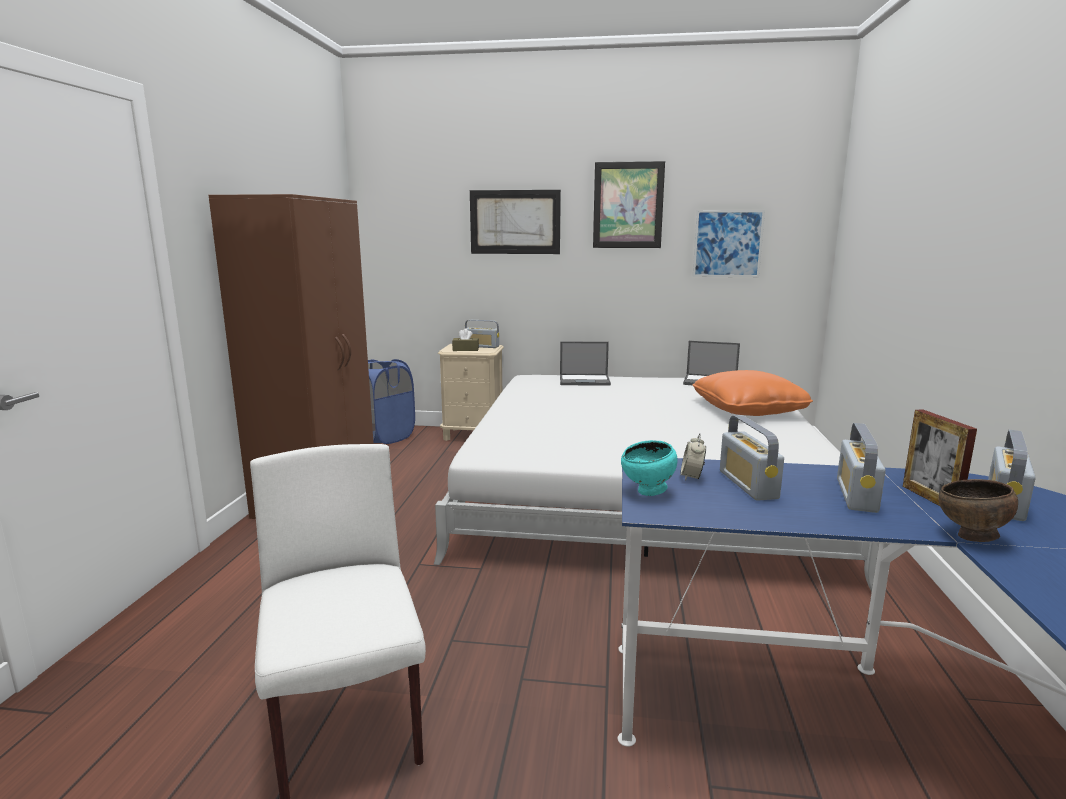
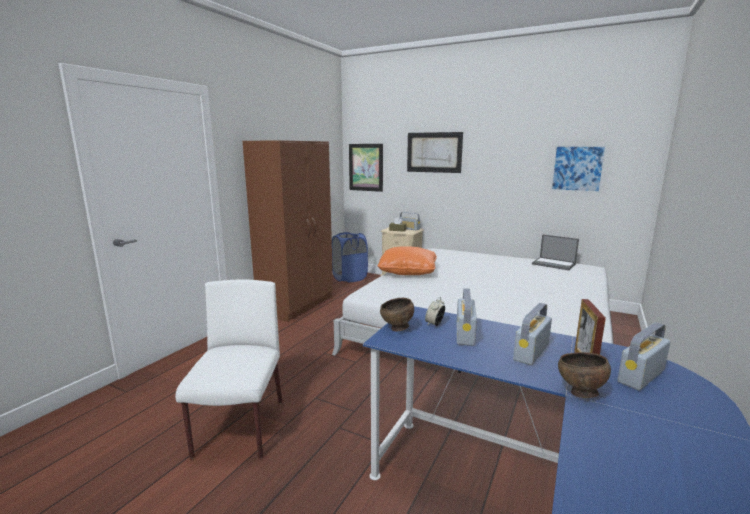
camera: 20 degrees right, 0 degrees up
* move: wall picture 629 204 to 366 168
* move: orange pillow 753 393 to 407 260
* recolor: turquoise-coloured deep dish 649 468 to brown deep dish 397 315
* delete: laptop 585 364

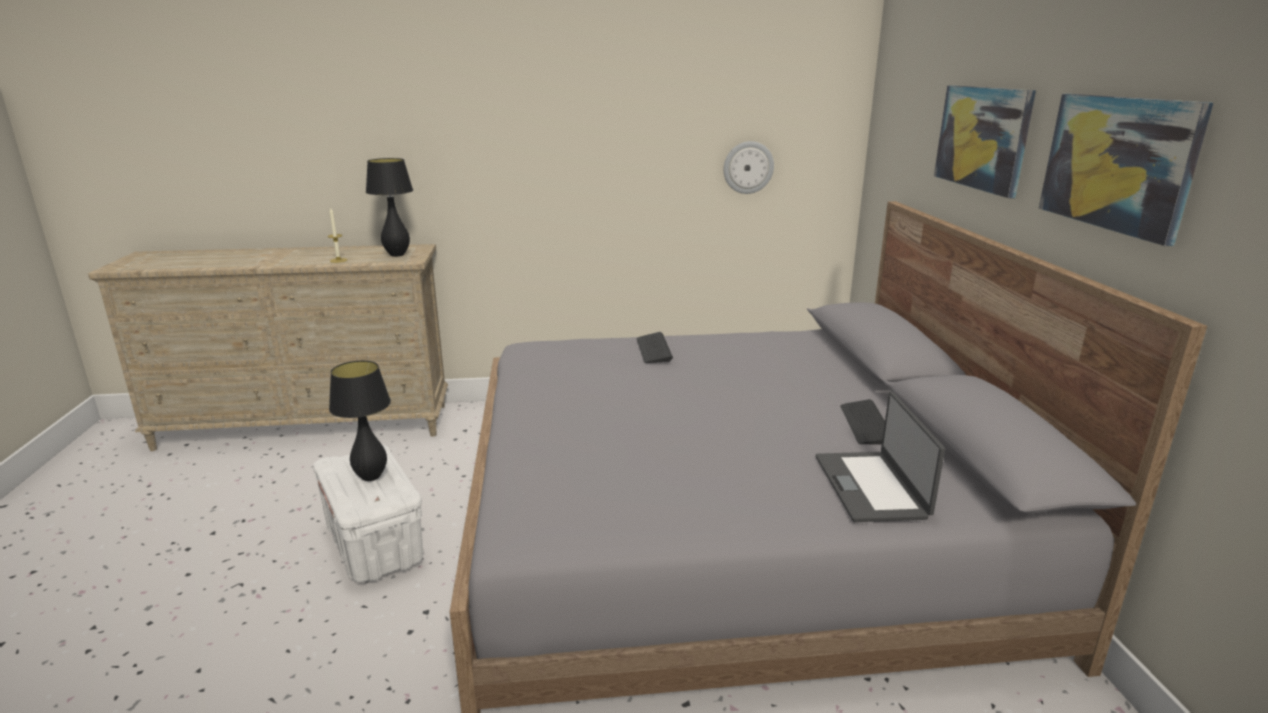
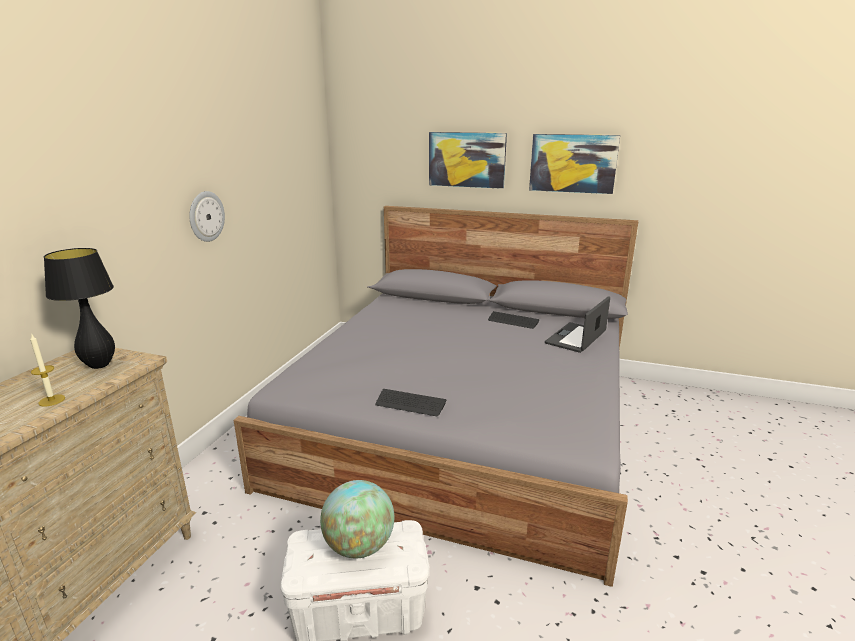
camera: 65 degrees left, 0 degrees up
* move: hanging clock 748 167 to 207 216
* replace: blackish tabletop lamp 360 421 to desk globe 357 519
* move: computer keyboard 655 347 to 411 402
* rotate: laptop 880 457 = 577 324 105 degrees clockwise

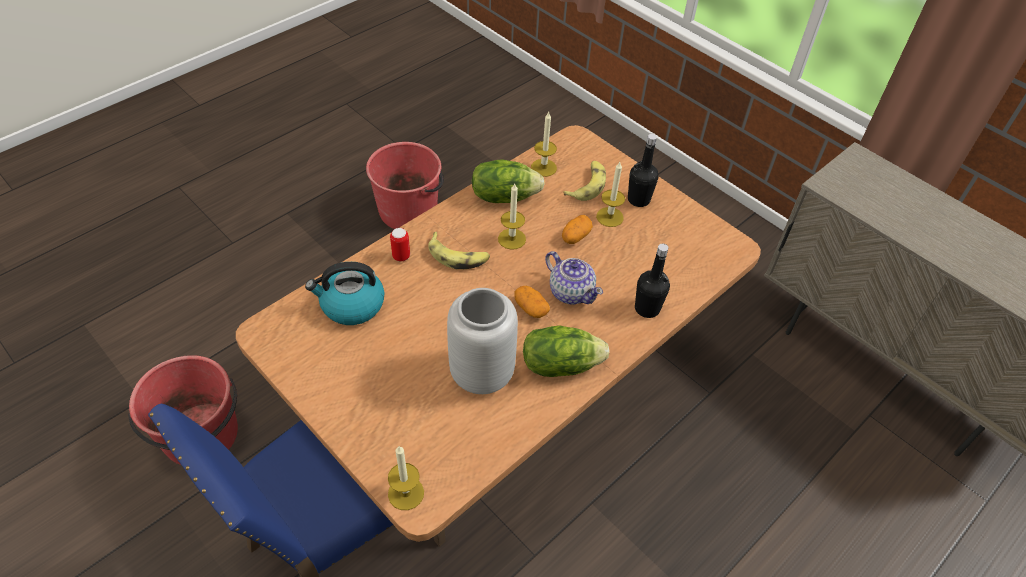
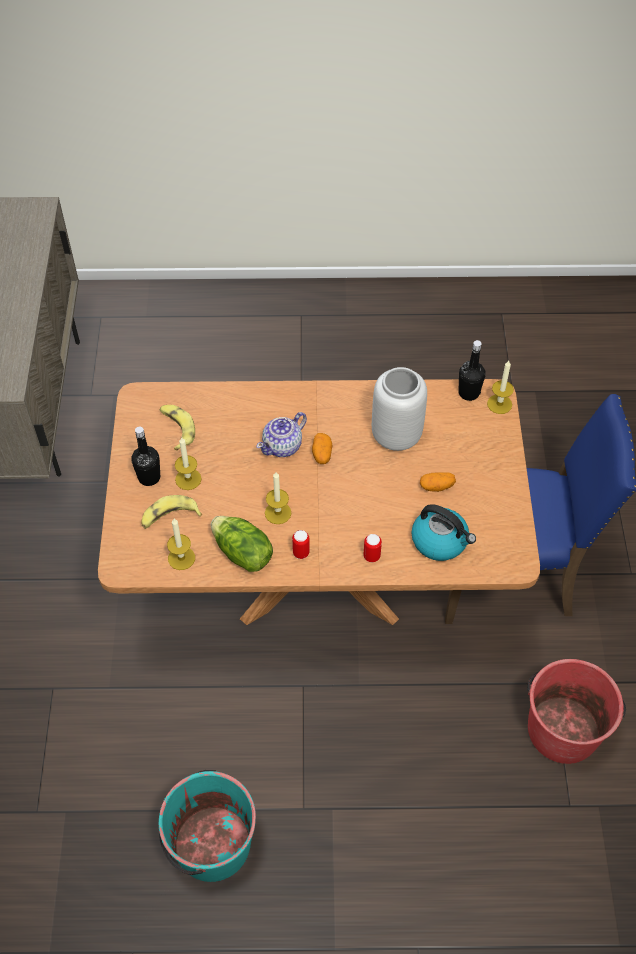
camera: 135 degrees left, 5 degrees up
* recolor: red-coloured pail 405 185 to turquoise-coloured pail 207 826
* move: banana 459 250 to 177 428
* rotate: pot for tea 574 278 = 282 434 135 degrees counterclockwise
* insert: metal can 301 544
* move: potato 577 229 to 438 482
* move: blackish bottle 652 281 to 472 370
* delete: lettuce 566 351

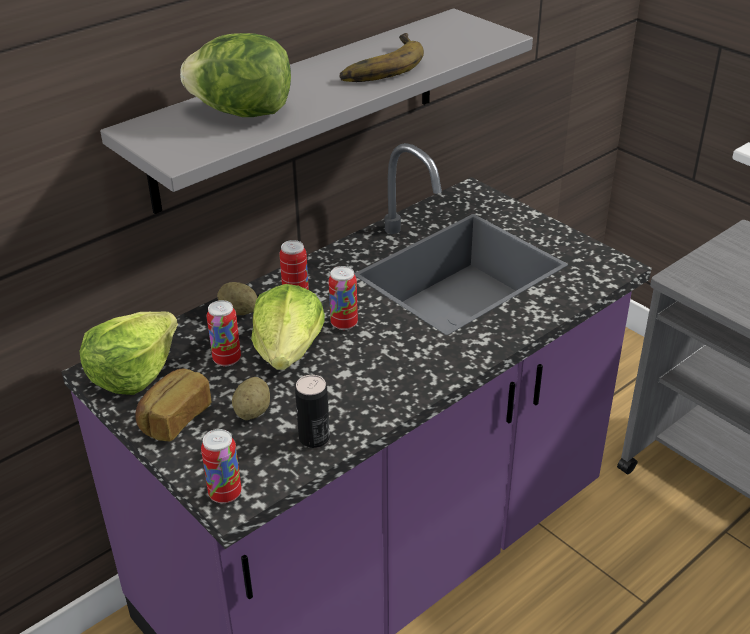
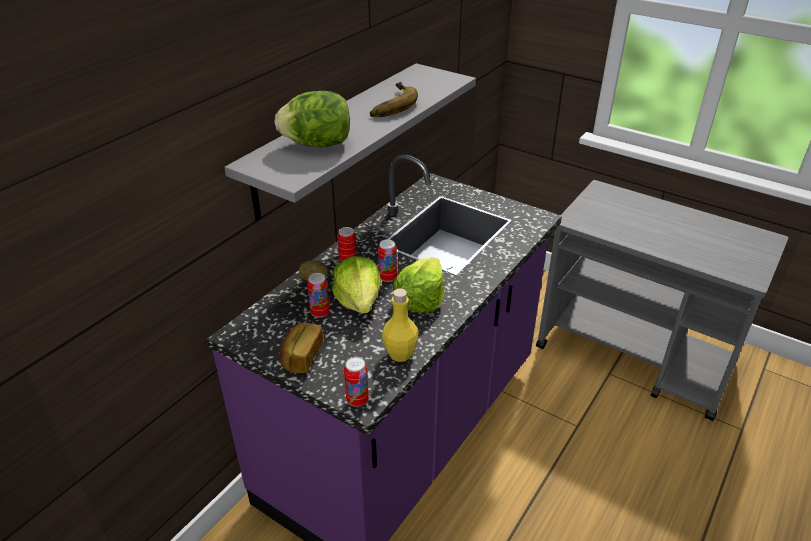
camera: 15 degrees left, 0 degrees up
* replace: metal can 312 411 to yellow bottle 400 325
* move: lettuce 129 353 to 418 285
* delete: potato 251 398

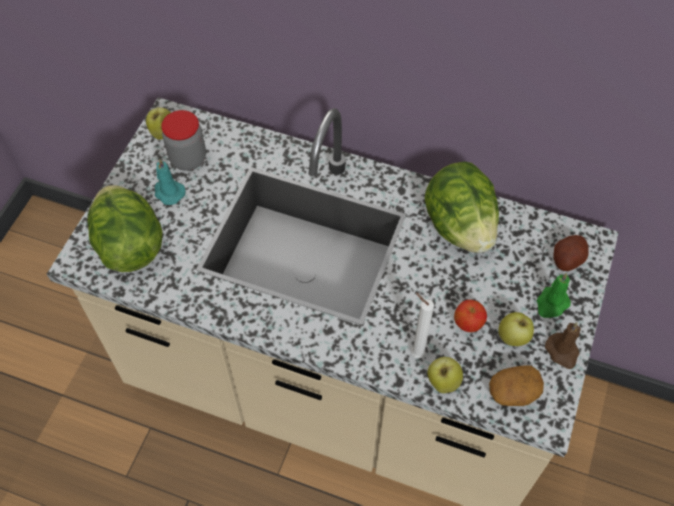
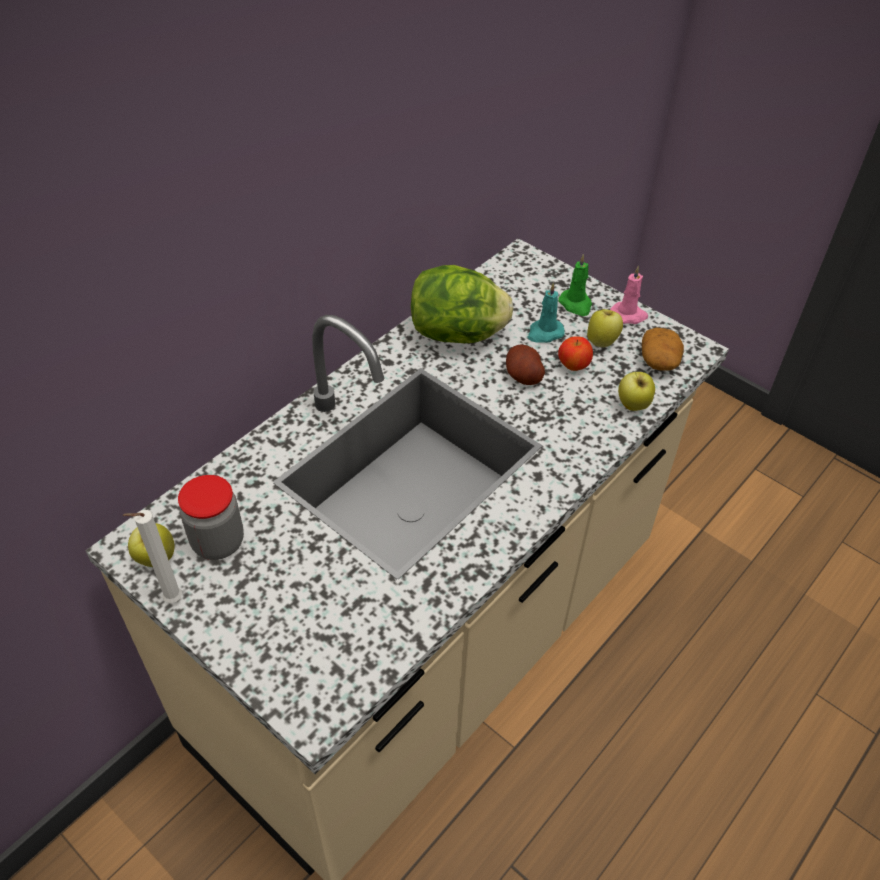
camera: 70 degrees left, 10 degrees down
* move: white-coloured candle 422 326 to 152 556
* move: potato 571 253 to 525 365
* move: turquoise-coloured candle 169 182 to 546 313
* recolor: brown candle 563 345 to pinkish candle 629 294
* delete: lettuce 125 228

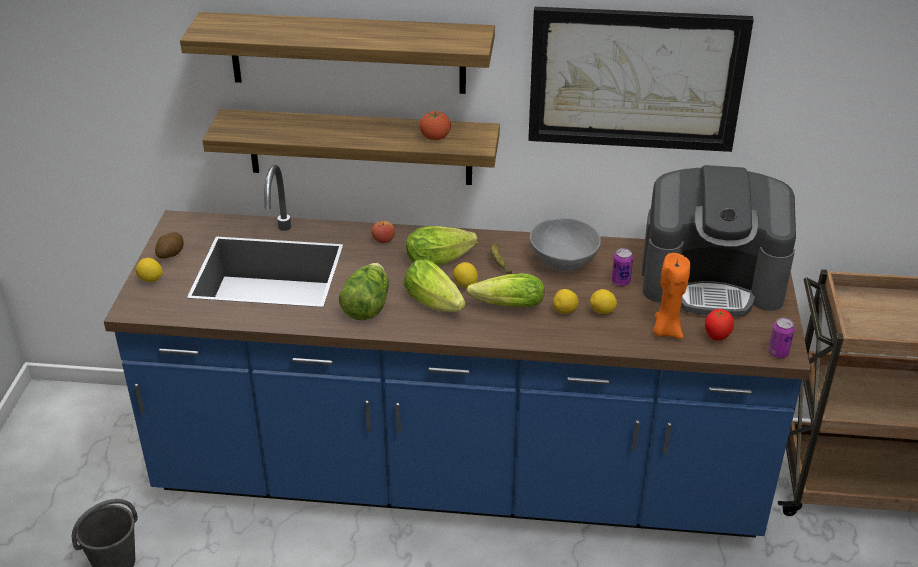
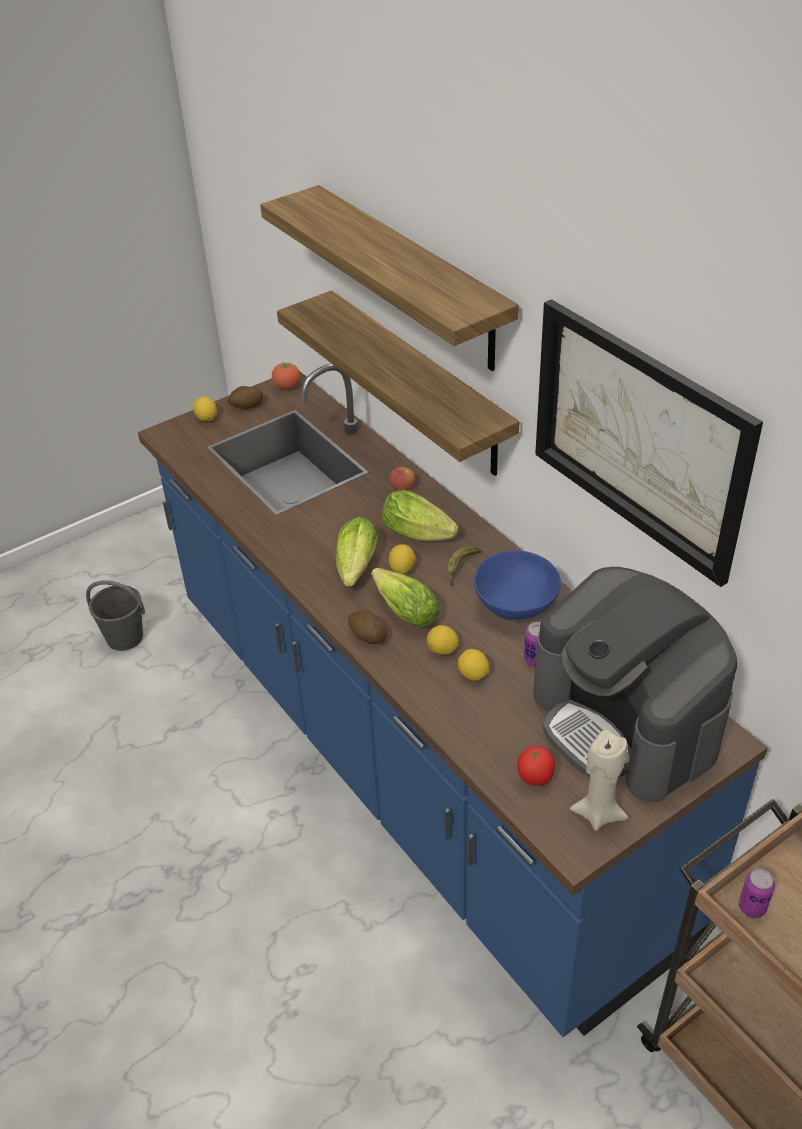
camera: 50 degrees right, 5 degrees up
* move: fresh tomato 435 125 to 286 375
* insert: potato 367 627
* recolor: gray deep dish 565 244 to bluish deep dish 517 585
* insert: beige-coloured candle 599 780
* move: metal can 781 338 to 757 893
* delete: lettuce 363 291
* delete: orange candle 671 296

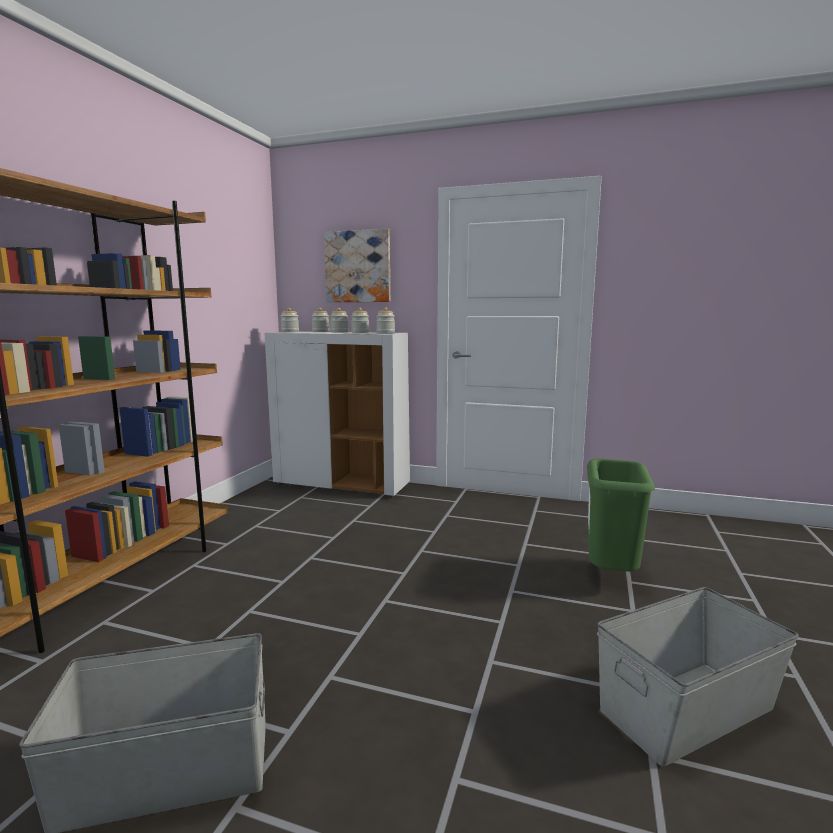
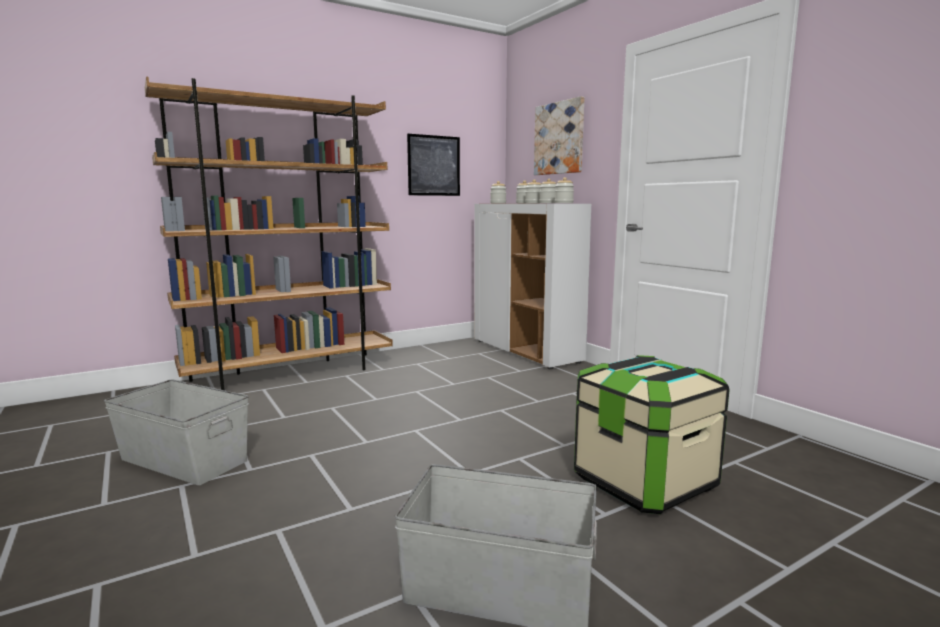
camera: 40 degrees right, 0 degrees up
* insert: wall picture 433 165
* replace: greenish trash can 621 515 to storage bin 652 434

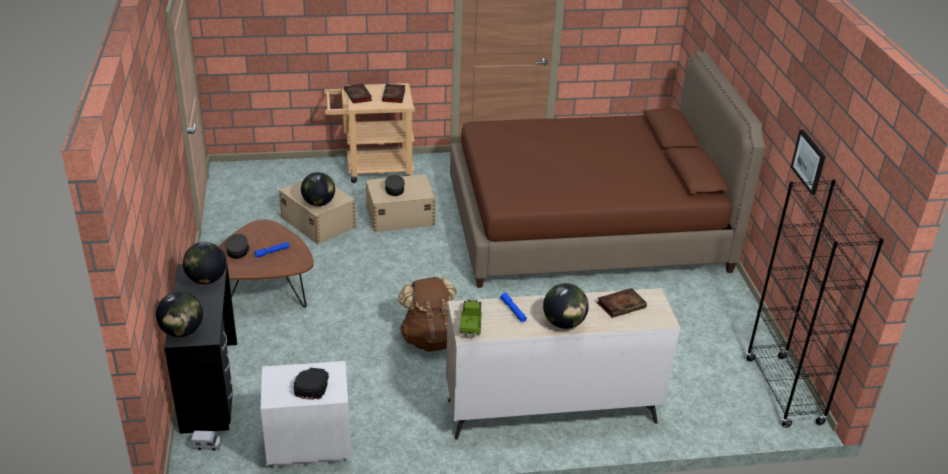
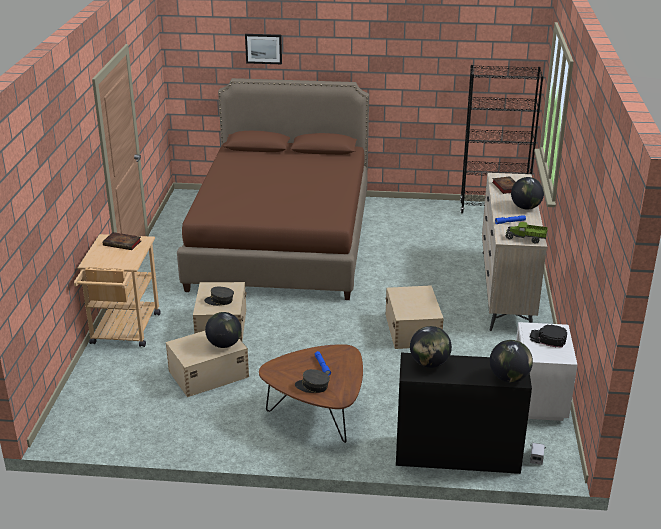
camera: 75 degrees left, 5 degrees down
* move: wall picture 808 162 to 263 49
* replace: brown backpack 427 314 to beige-coloured storage bin 414 317
* delete: bound book 358 94

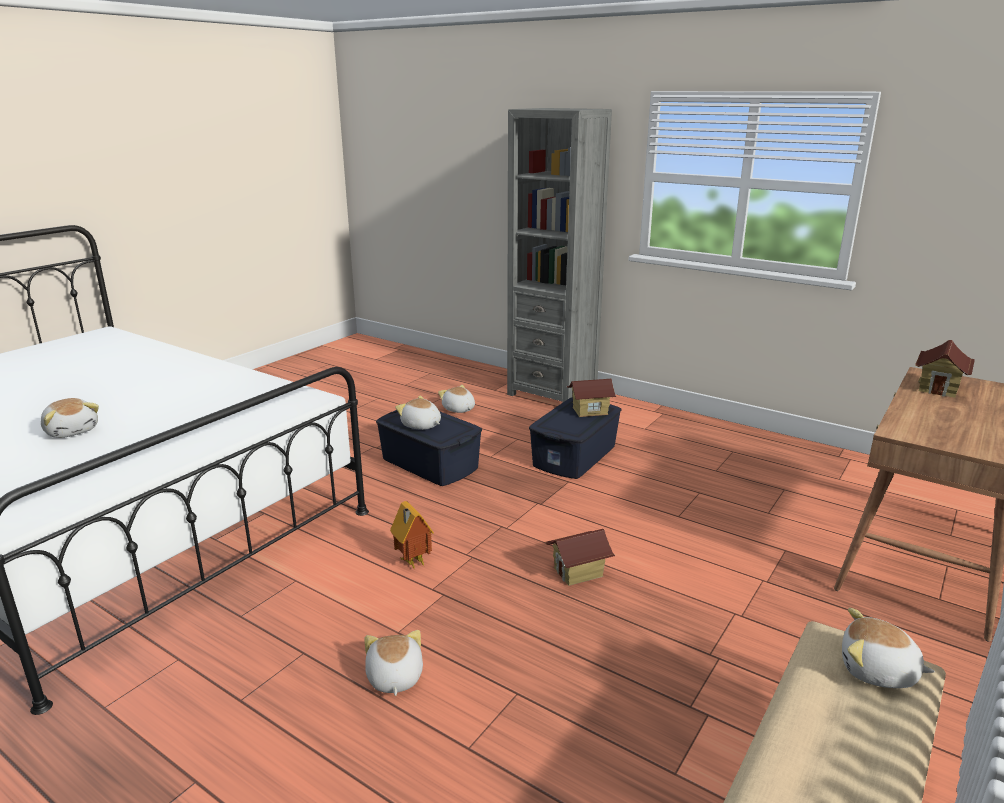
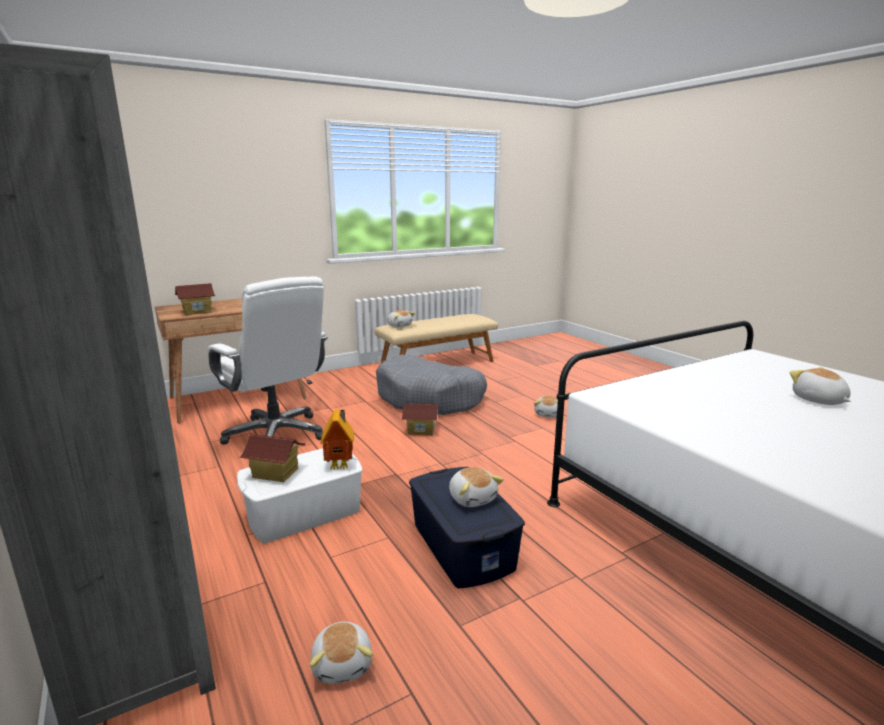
camera: 155 degrees left, 5 degrees down
* insert: white-coloured office chair 267 360
* recolor: bluish storage bin 575 438 to white-coloured storage bin 300 495
* move: model house 412 535 to 337 439
* insert: gray pet bed 431 385

